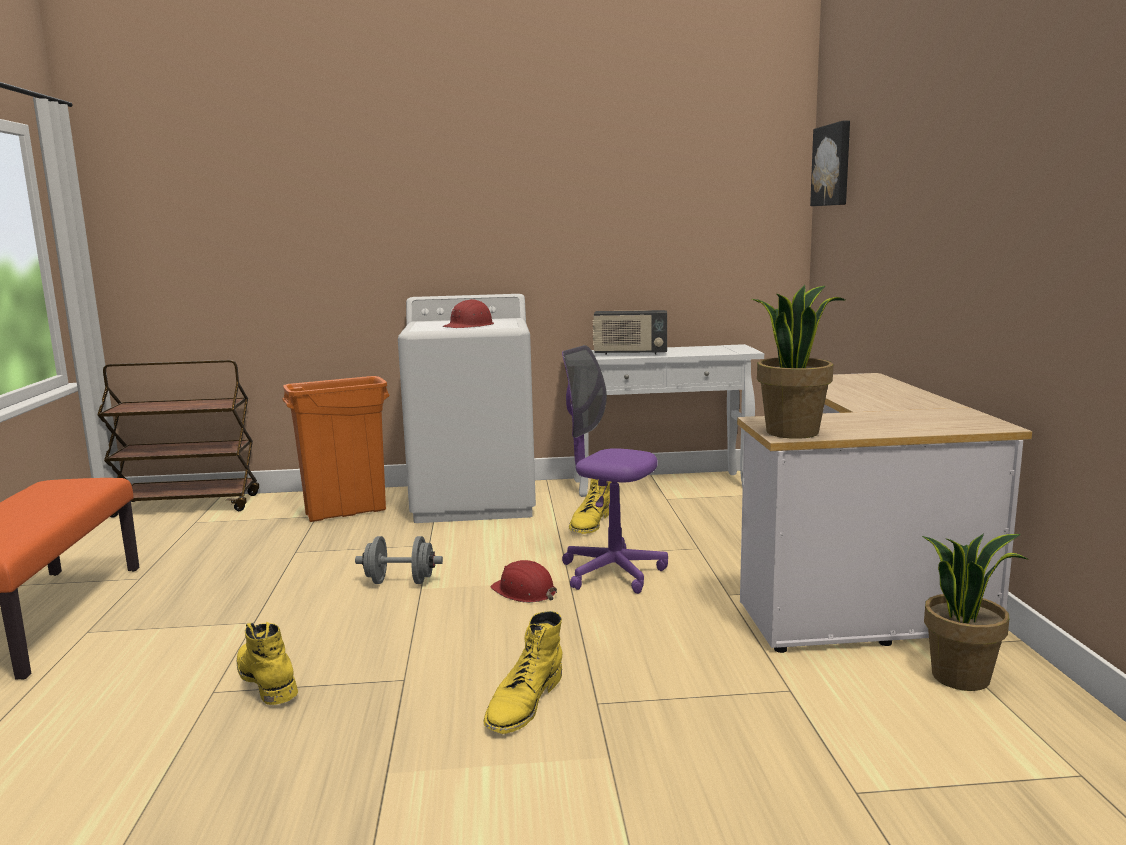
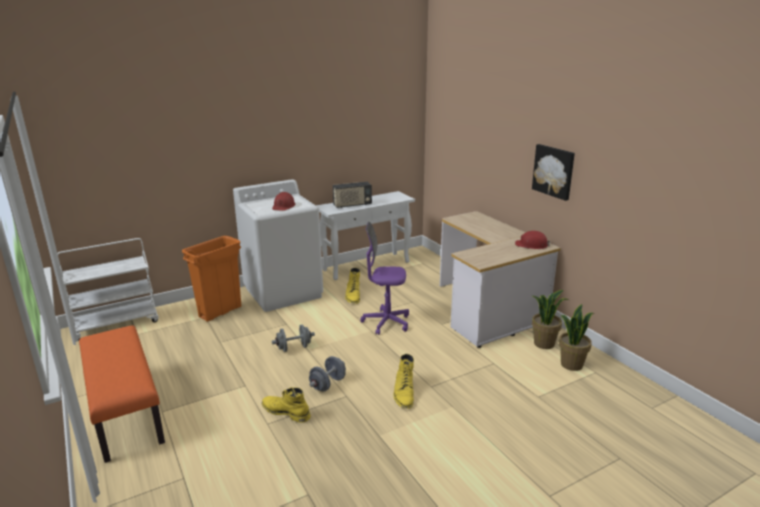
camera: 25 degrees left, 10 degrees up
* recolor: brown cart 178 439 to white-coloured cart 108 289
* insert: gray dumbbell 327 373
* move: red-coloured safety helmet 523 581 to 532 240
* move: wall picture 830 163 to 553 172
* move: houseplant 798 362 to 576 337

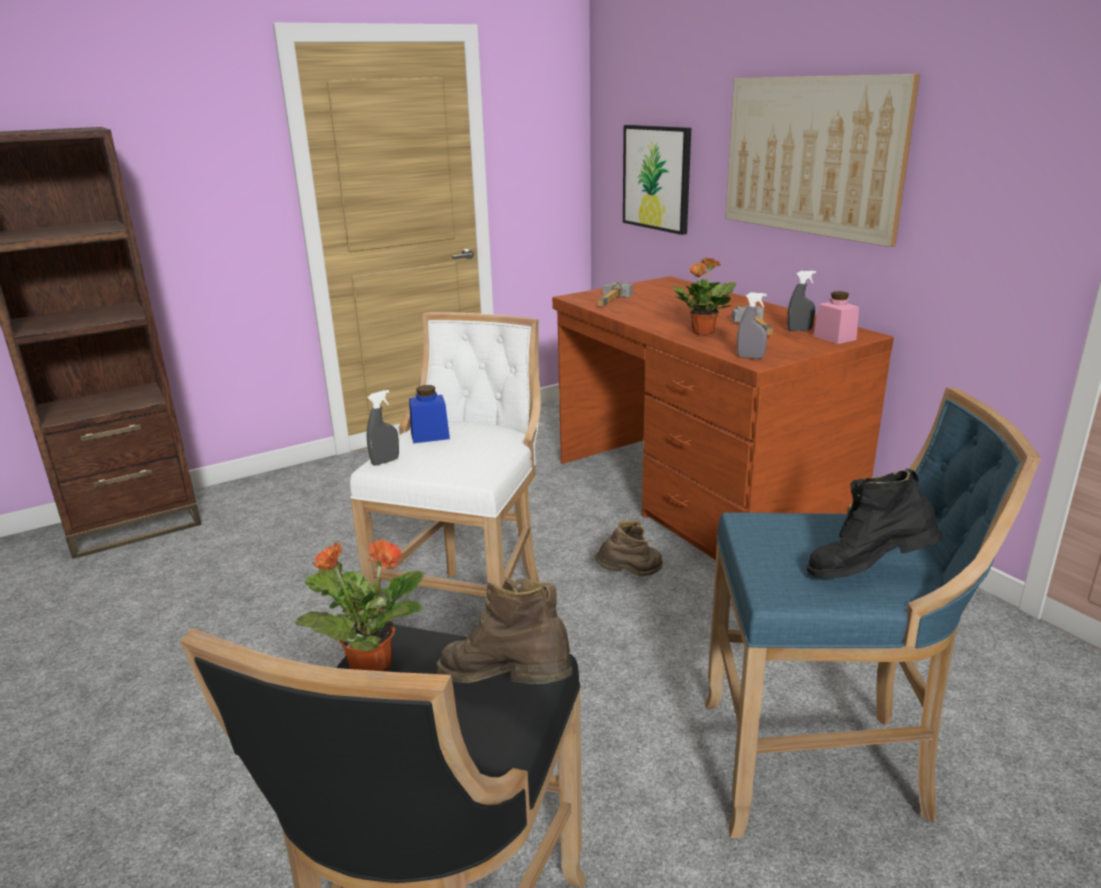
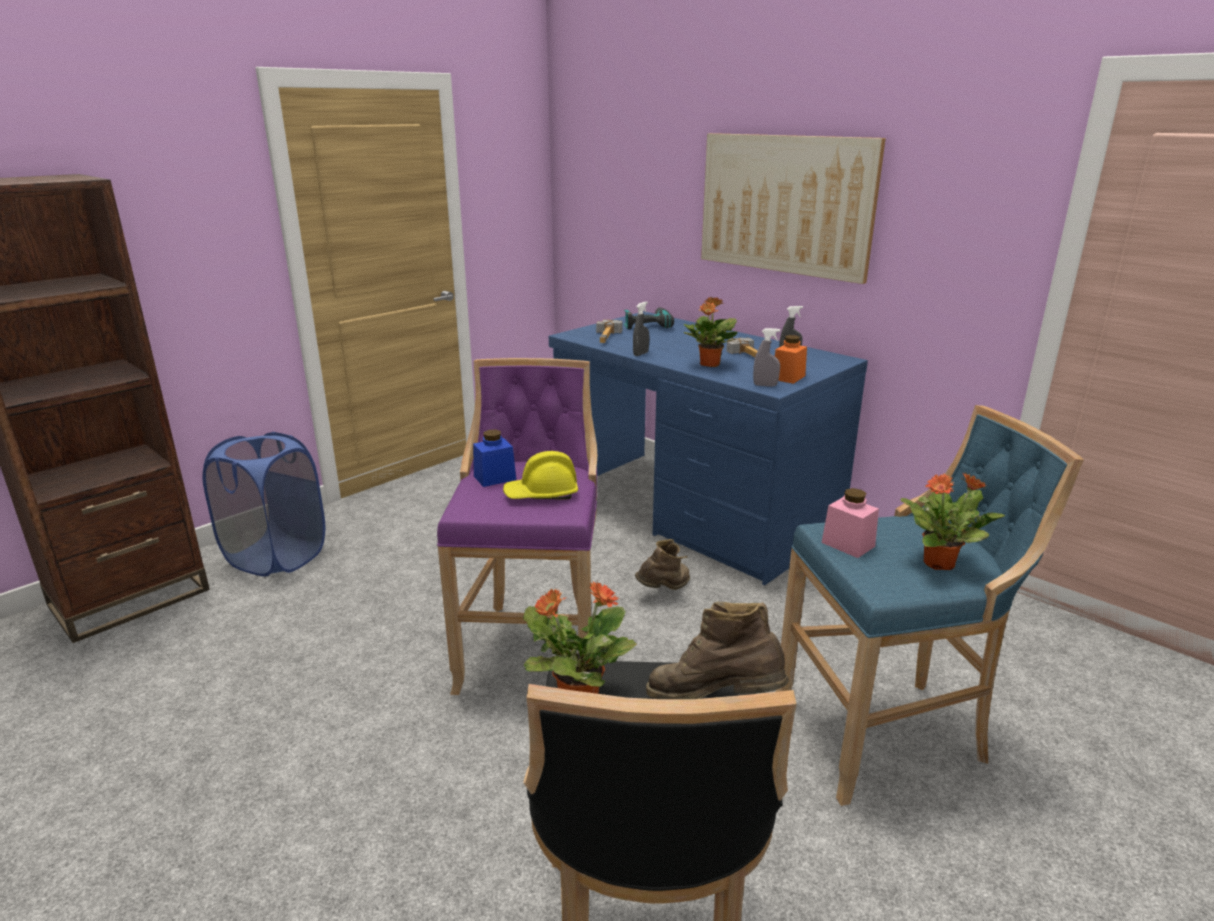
camera: 15 degrees left, 0 degrees up
* insert: bluish hamper 264 504
* recolor: white-coloured stool 445 463 to purple-coloured stool 517 526
* insert: yellow safety helmet 540 475
* recolor: brown desk unit 723 418 to bluish desk unit 708 448
* insert: power drill 649 318
* move: gray spray bottle 383 427 to 641 329
* insert: orange storage jar 791 359
* move: pinkish storage jar 836 317 to 850 523
* replace: blackish boot 874 523 to houseplant 952 521
* delete: wall picture 657 180

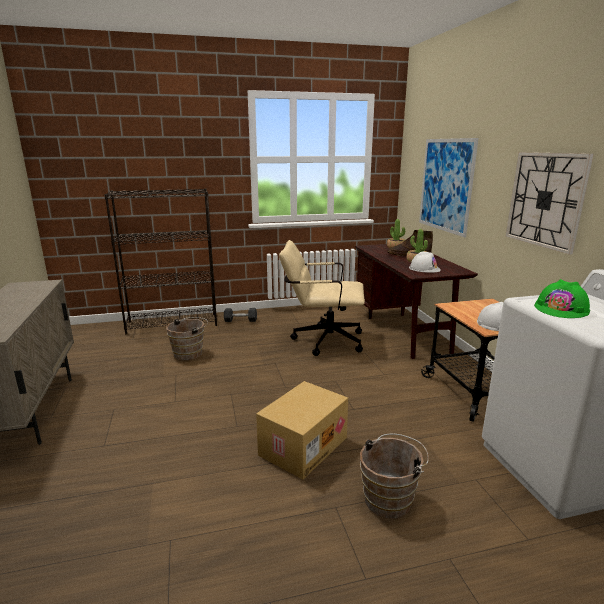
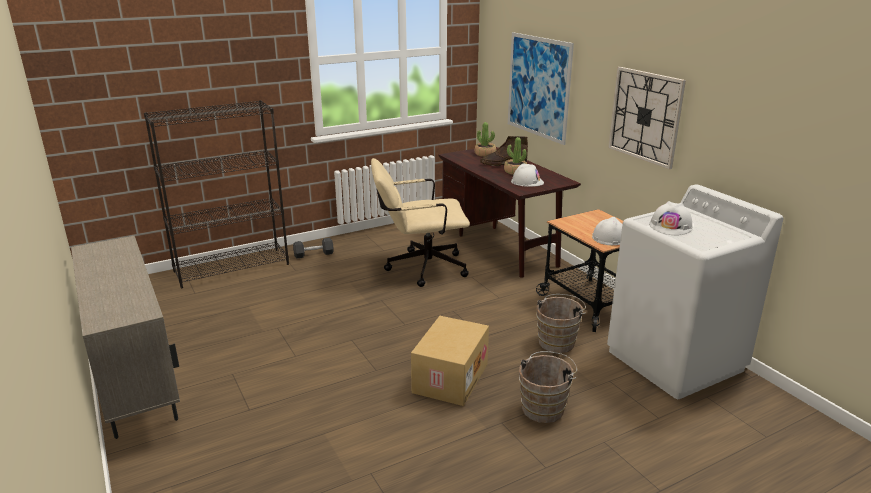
camera: 15 degrees left, 5 degrees up
* move: brown pail 187 338 to 561 323
* recolor: greenish safety helmet 562 298 to white-coloured safety helmet 671 218

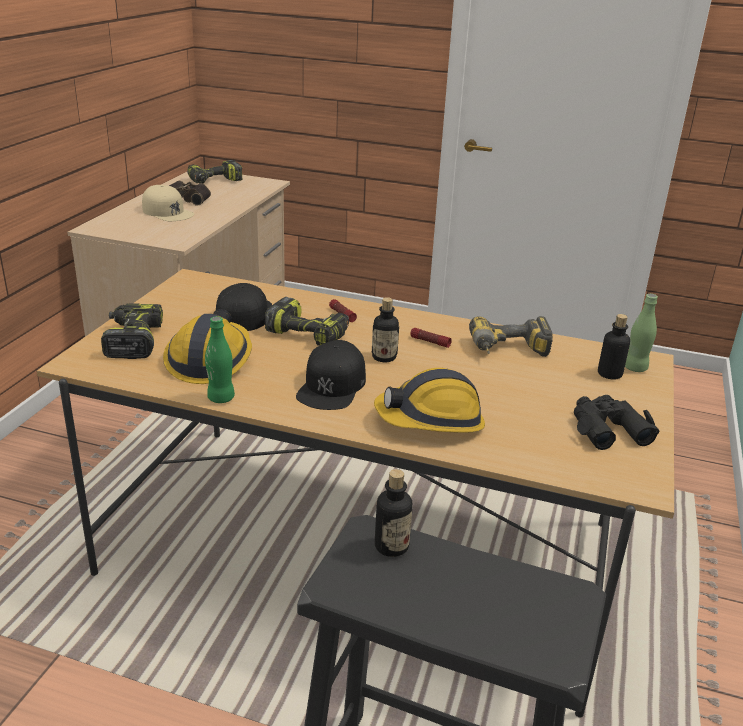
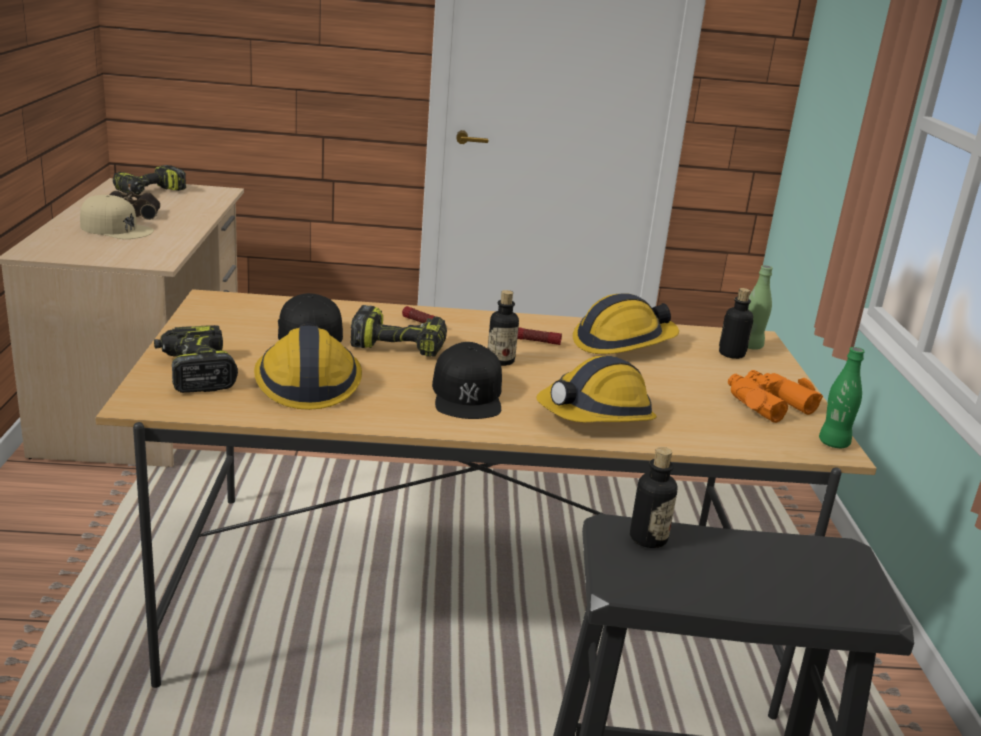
camera: 20 degrees left, 5 degrees down
* replace: power drill 511 336 to safety helmet 626 323
* recolor: blackish binoculars 617 422 to orange binoculars 775 396
* move: greenish bottle 220 359 to 842 397

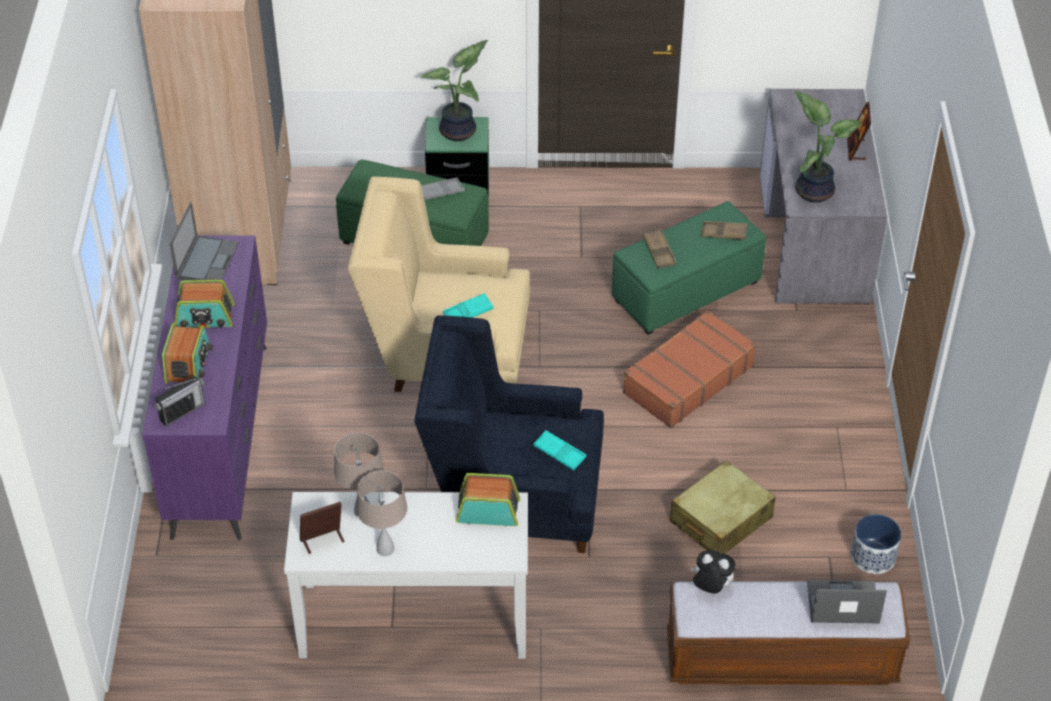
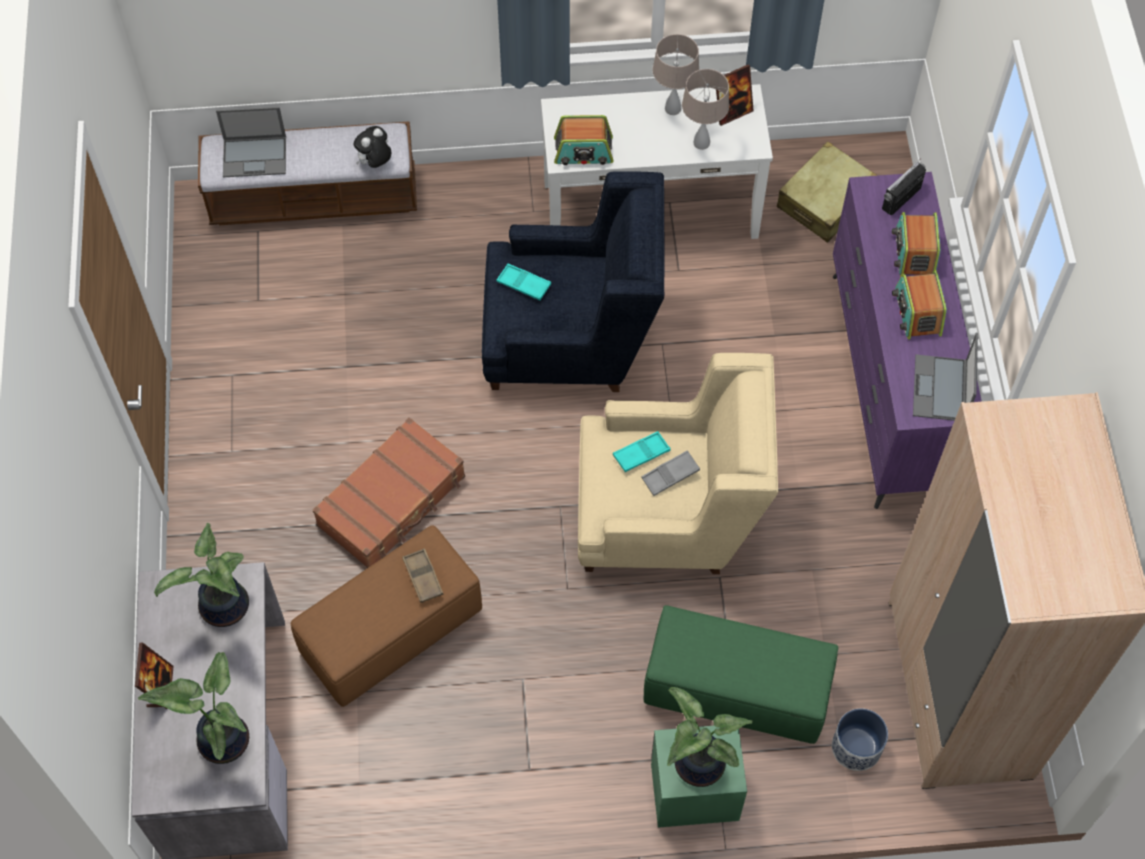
camera: 175 degrees right, 15 degrees up
* insert: houseplant 193 708
* recolor: greenish footrest 689 268 to brown footrest 386 616
* rotate: plush toy 713 572 = 372 147 120 degrees clockwise
* move: gray carrying tray 443 189 to 670 473
* move: beige-coloured travel case 723 507 to 827 192
* move: plant pot 876 544 to 860 739
* rotate: radio set 205 304 = 919 305 90 degrees counterclockwise
* delete: brown carrying tray 724 230

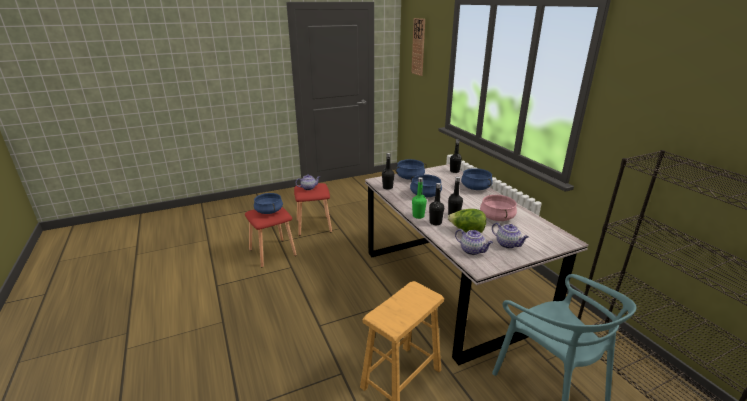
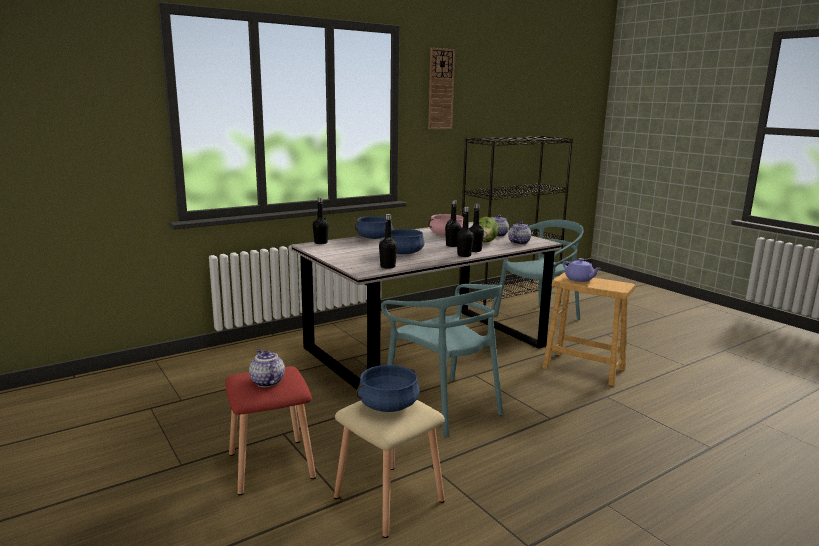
camera: 100 degrees left, 10 degrees down
* recolor: red-coloured stool 271 237 to beige-coloured stool 389 469
* insert: turquoise-coloured plain chair 442 360
* move: hanging clock 418 47 to 441 88
* recolor: greenish bottle 419 198 to blackish bottle 465 232
* insert: purple-coloured pot for tea 582 270
* delete: bluish cooking pot 411 169

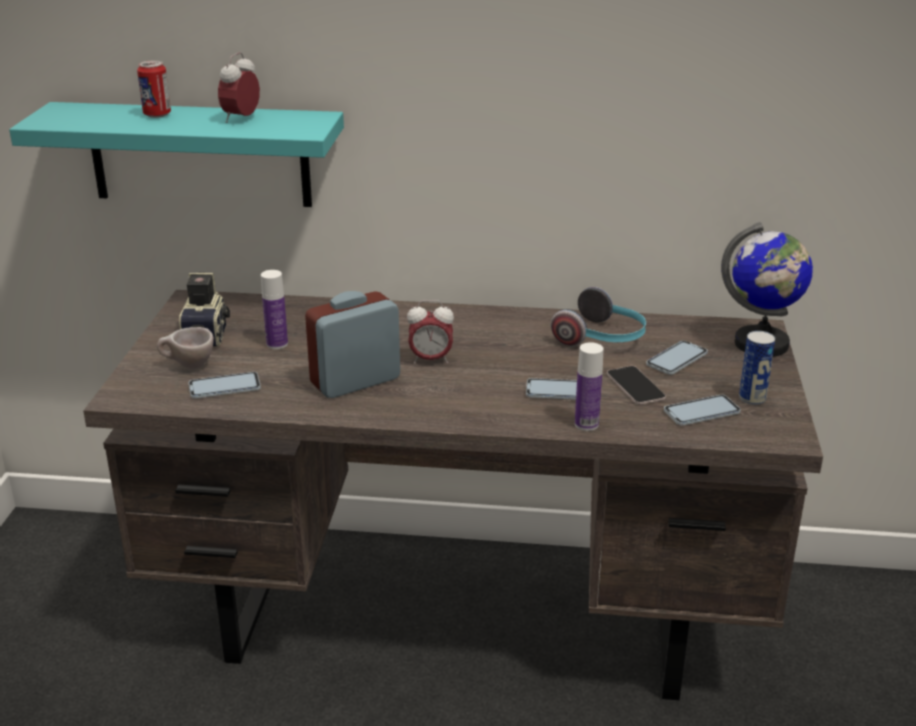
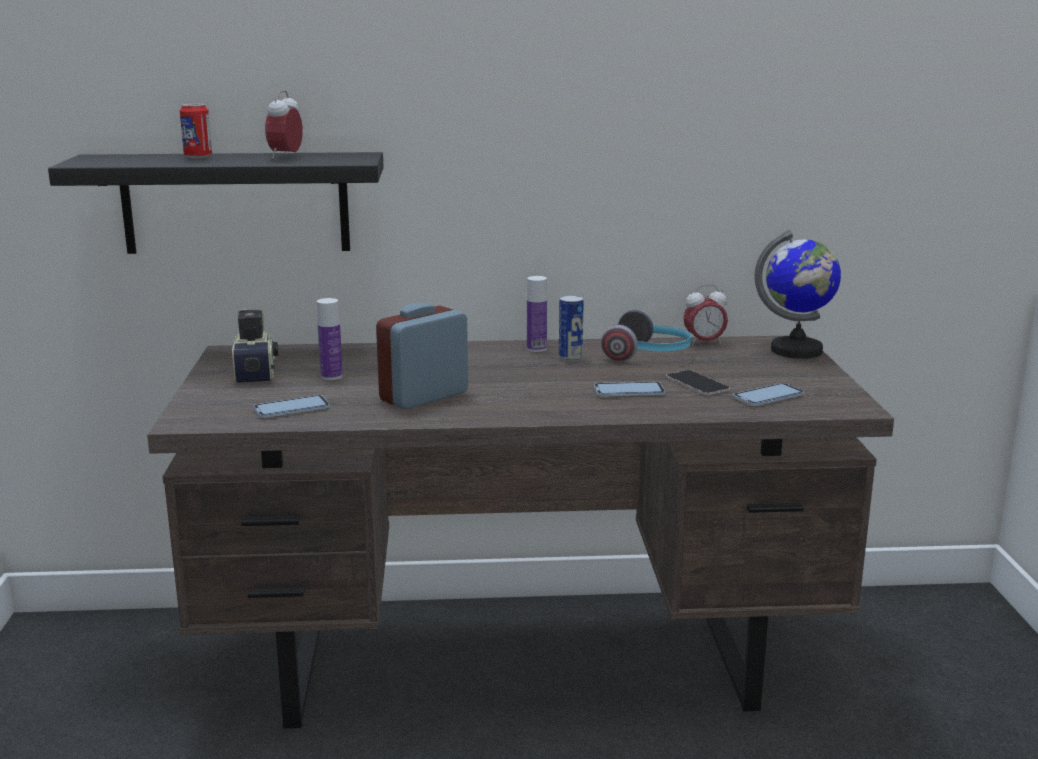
camera: 10 degrees left, 10 degrees down
* recolor: turquoise-coloured shelf 176 154 to blackish shelf 216 203
* move: bottle 589 386 to 537 314
* move: metal can 757 368 to 571 328
* move: bedside clock 430 332 to 705 315
* delete: beige-coloured cup 185 348
* delete: phone 677 358

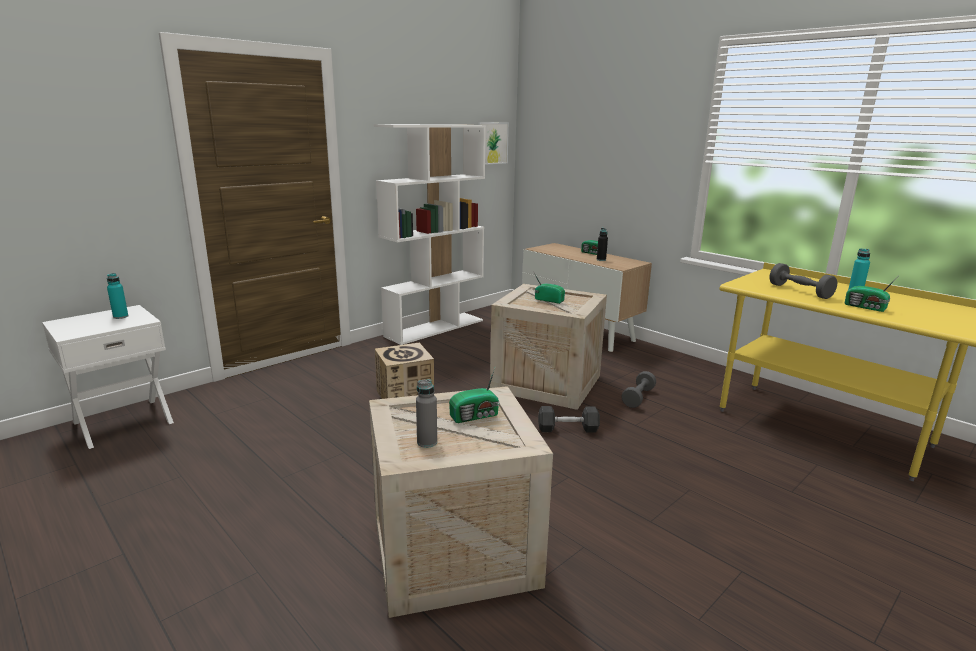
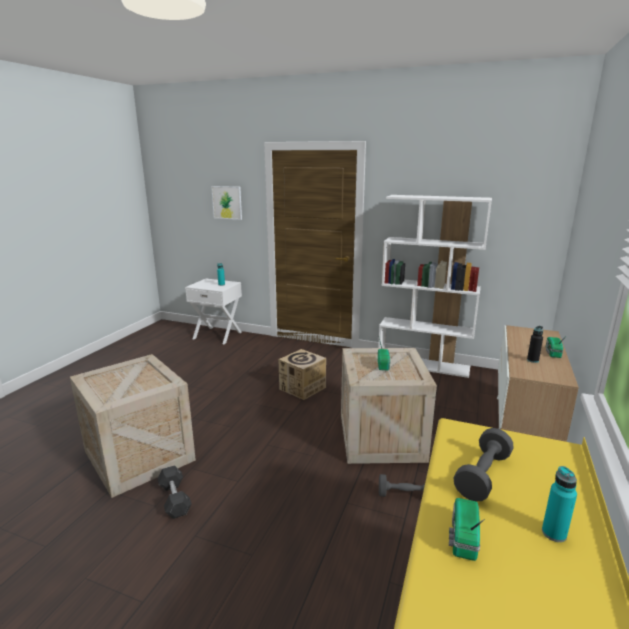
camera: 65 degrees right, 0 degrees up
* move: gray dumbbell 569 419 to 175 492
* move: wall picture 493 143 to 226 203
* delete: gray bottle 426 413
* delete: radio set 474 394

